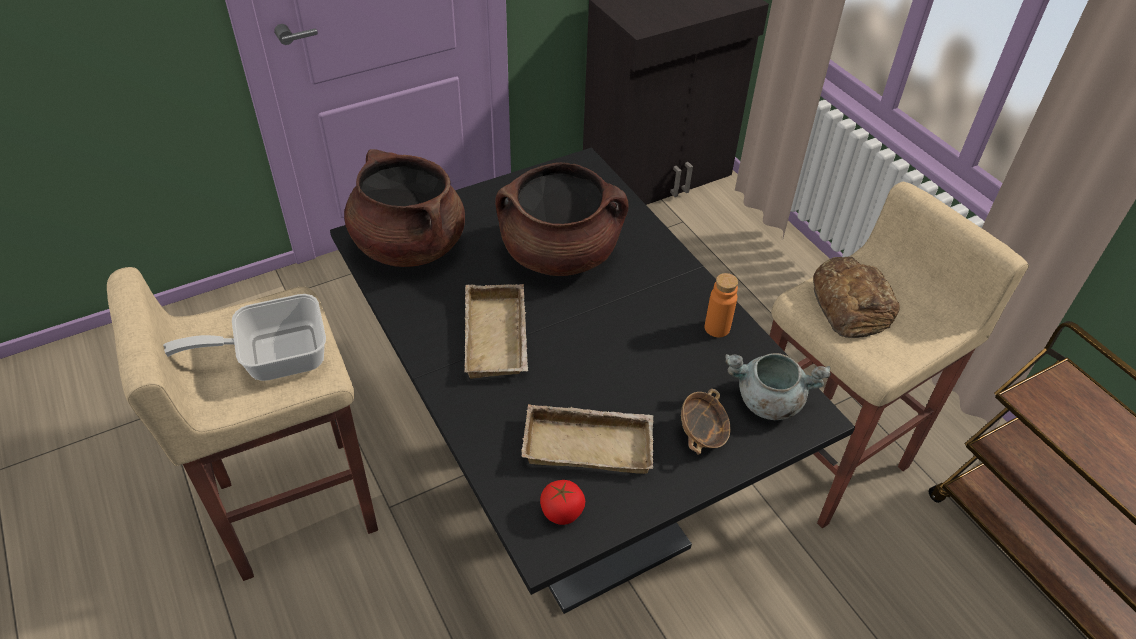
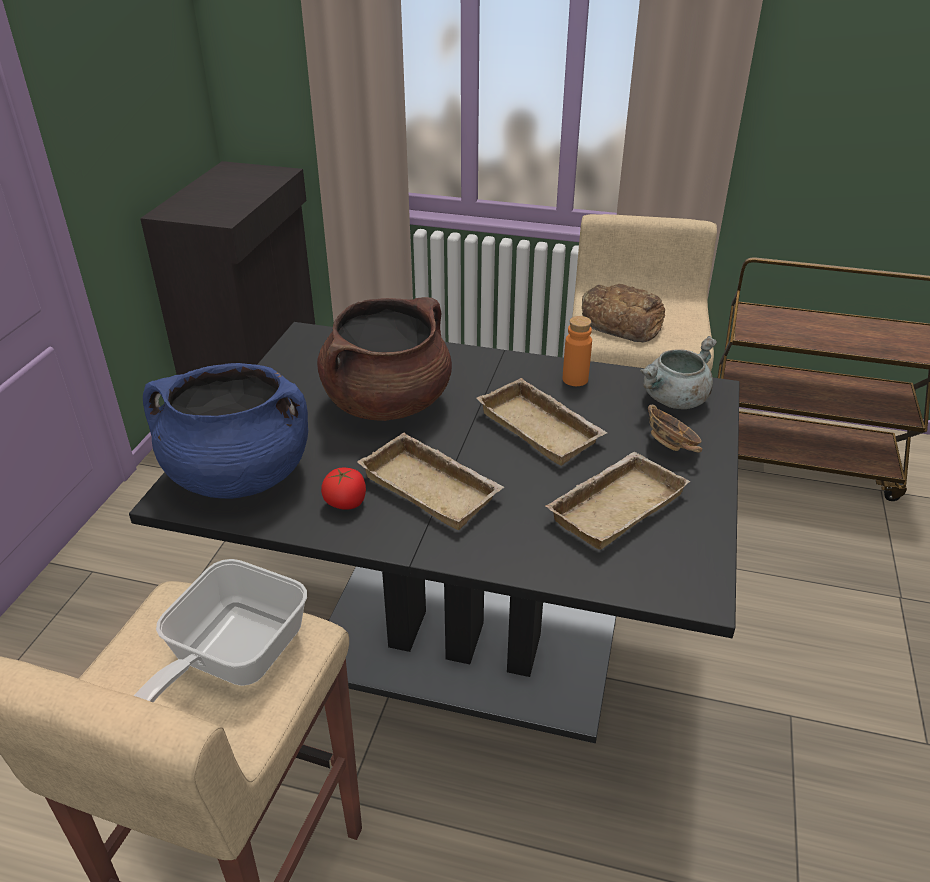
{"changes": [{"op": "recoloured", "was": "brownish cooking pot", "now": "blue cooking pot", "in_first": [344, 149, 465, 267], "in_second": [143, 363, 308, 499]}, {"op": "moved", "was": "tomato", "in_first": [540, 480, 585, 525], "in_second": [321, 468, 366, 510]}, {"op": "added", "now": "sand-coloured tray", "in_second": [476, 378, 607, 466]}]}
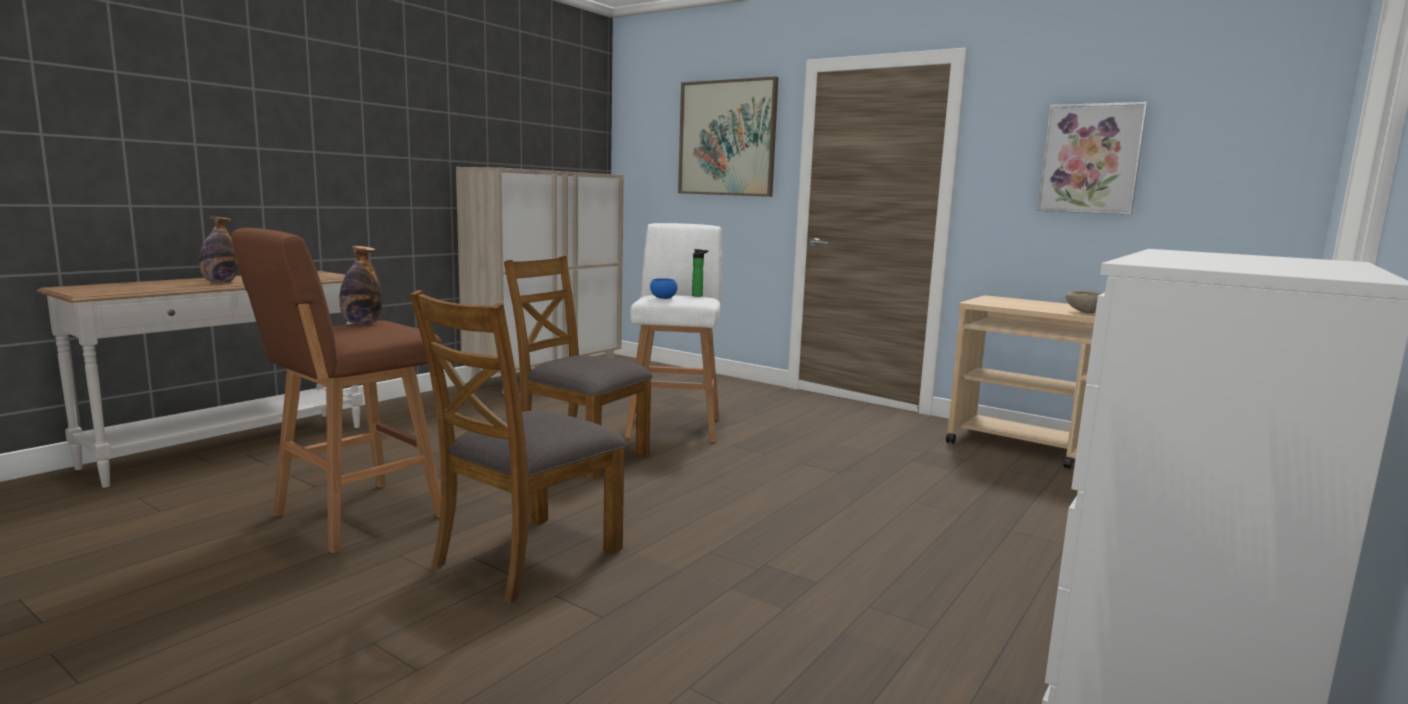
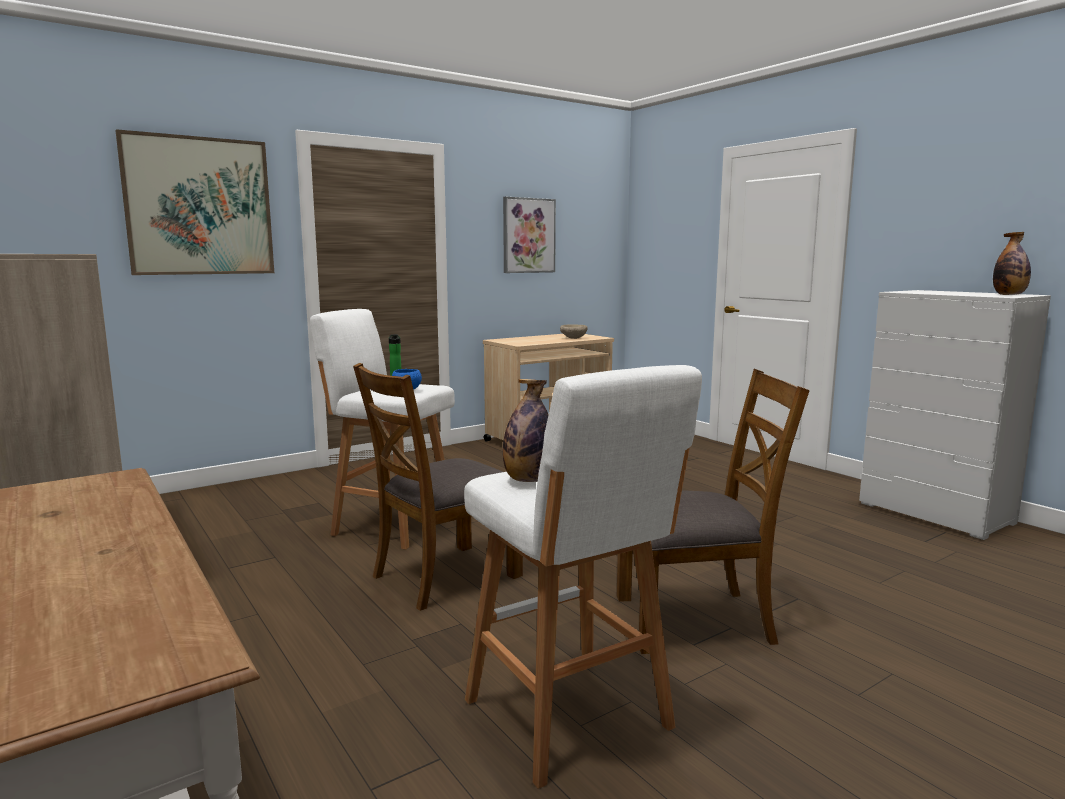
{"changes": [{"op": "moved", "was": "bottle", "in_first": [199, 216, 238, 283], "in_second": [993, 232, 1031, 295]}, {"op": "recoloured", "was": "brownish stool seat", "now": "whitish stool seat", "in_first": [232, 228, 442, 553], "in_second": [464, 365, 702, 789]}, {"op": "turned", "was": "brownish chair", "in_first": [410, 290, 626, 603], "in_second": [617, 369, 810, 654], "clockwise": -60}]}
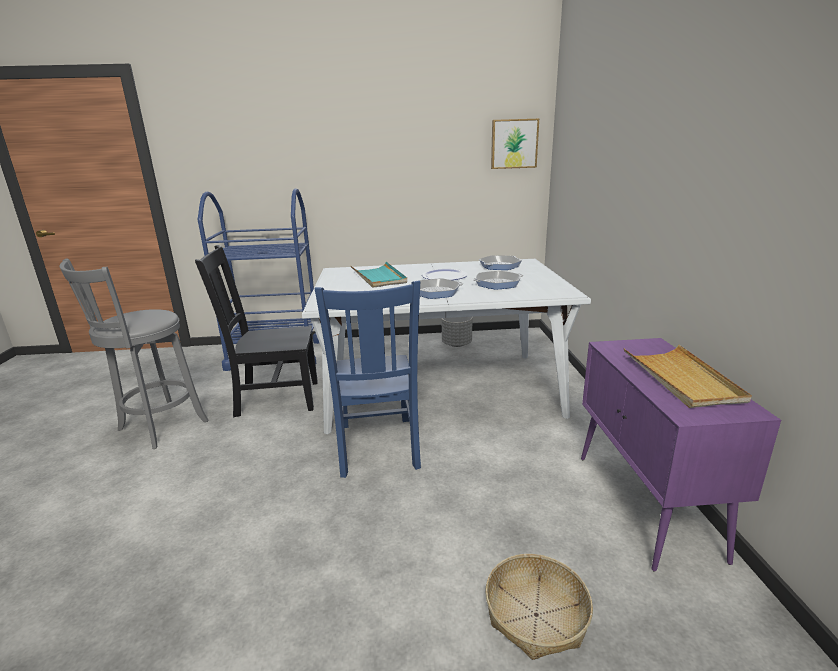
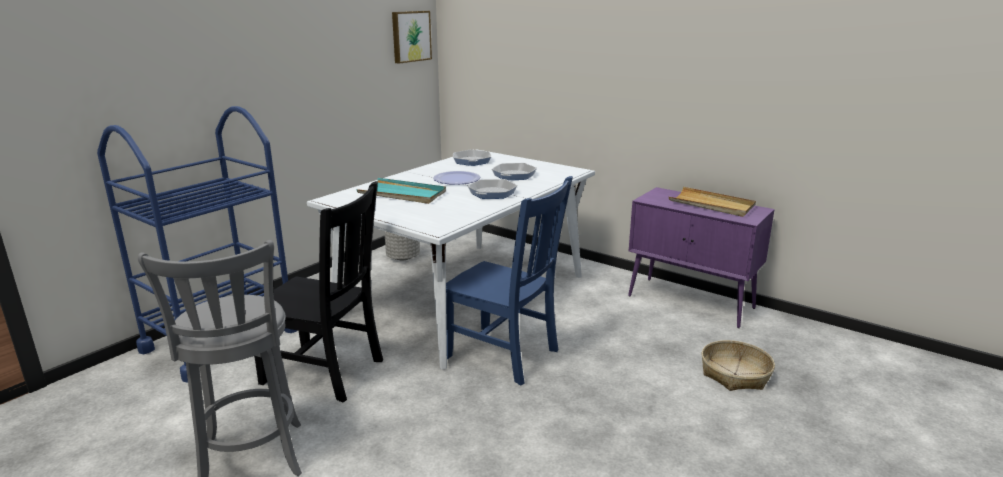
{"changes": [{"op": "turned", "was": "black chair", "in_first": [195, 245, 318, 417], "in_second": [254, 181, 383, 403], "clockwise": -105}]}
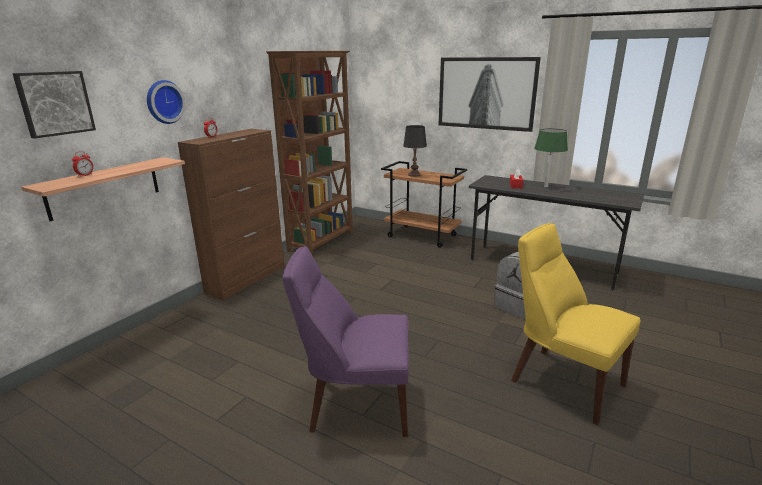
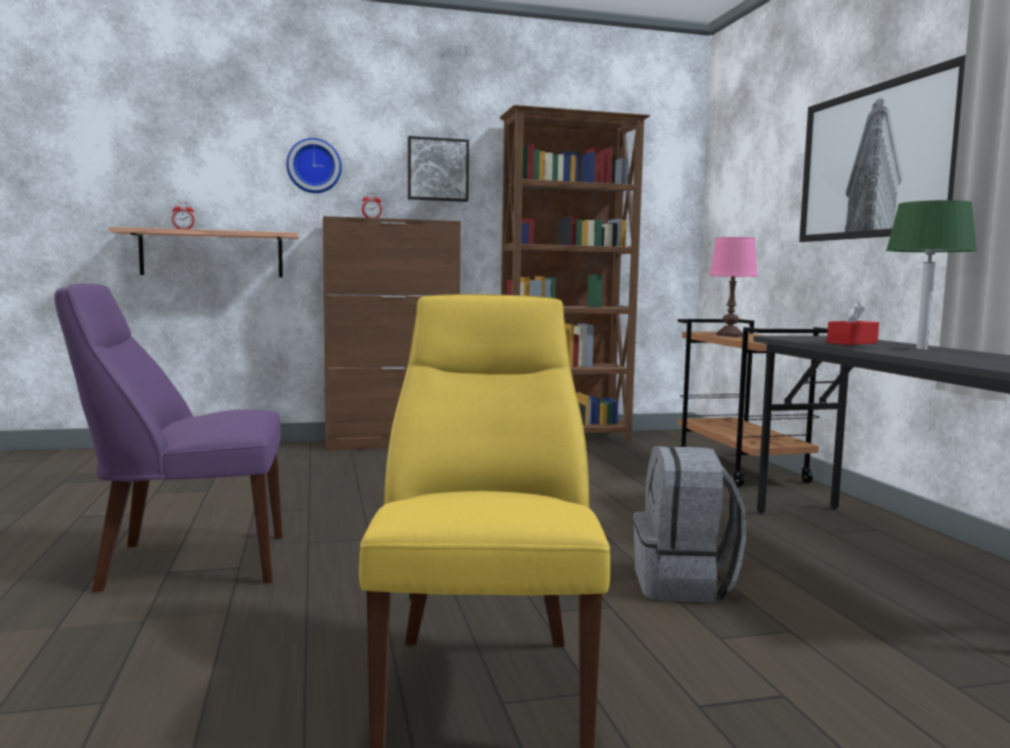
{"changes": [{"op": "moved", "was": "picture", "in_first": [12, 71, 96, 138], "in_second": [408, 136, 469, 202]}, {"op": "recoloured", "was": "black tabletop lamp", "now": "pink tabletop lamp", "in_first": [403, 125, 427, 177], "in_second": [709, 237, 758, 337]}, {"op": "turned", "was": "purple chair", "in_first": [282, 246, 409, 437], "in_second": [54, 284, 283, 592], "clockwise": -60}]}
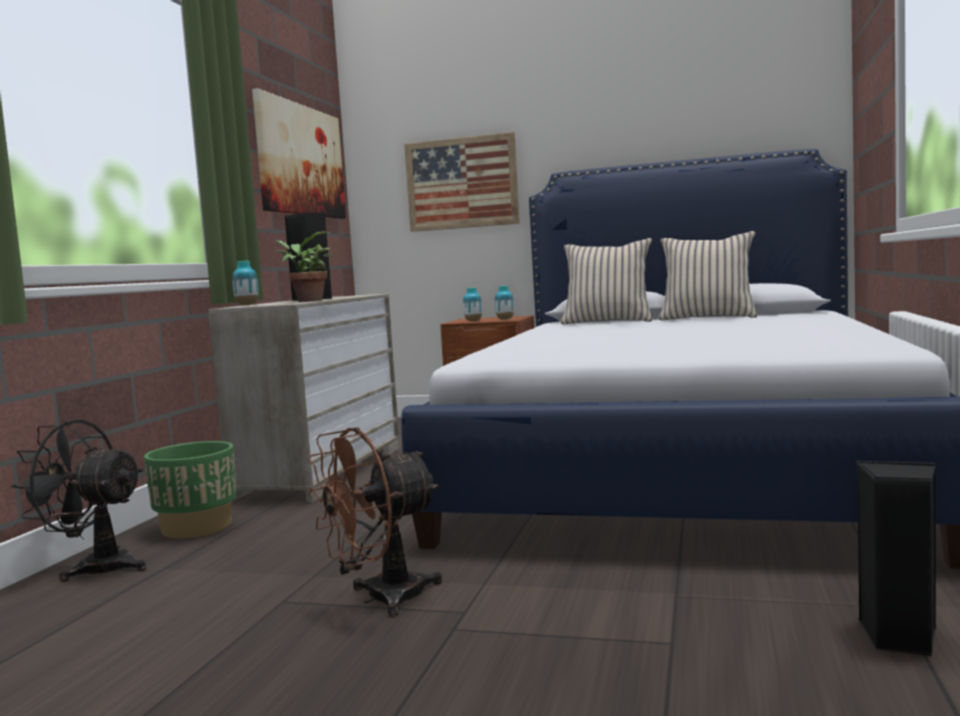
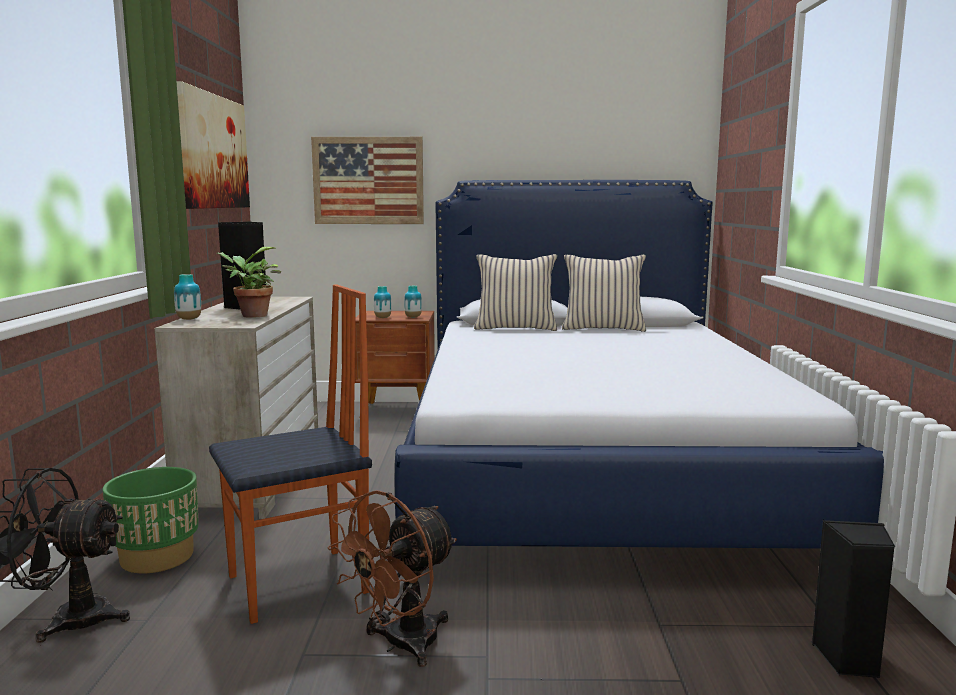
{"changes": [{"op": "added", "now": "chair", "in_second": [209, 284, 372, 624]}]}
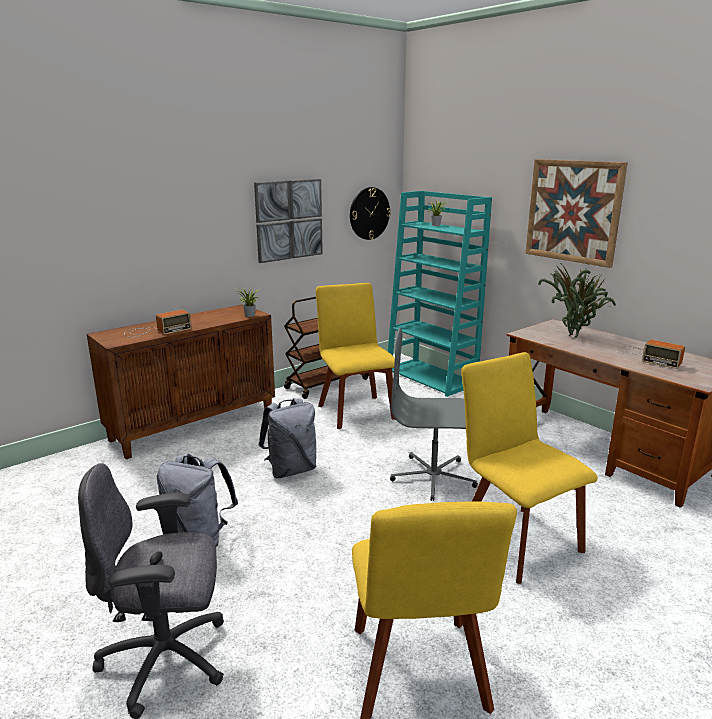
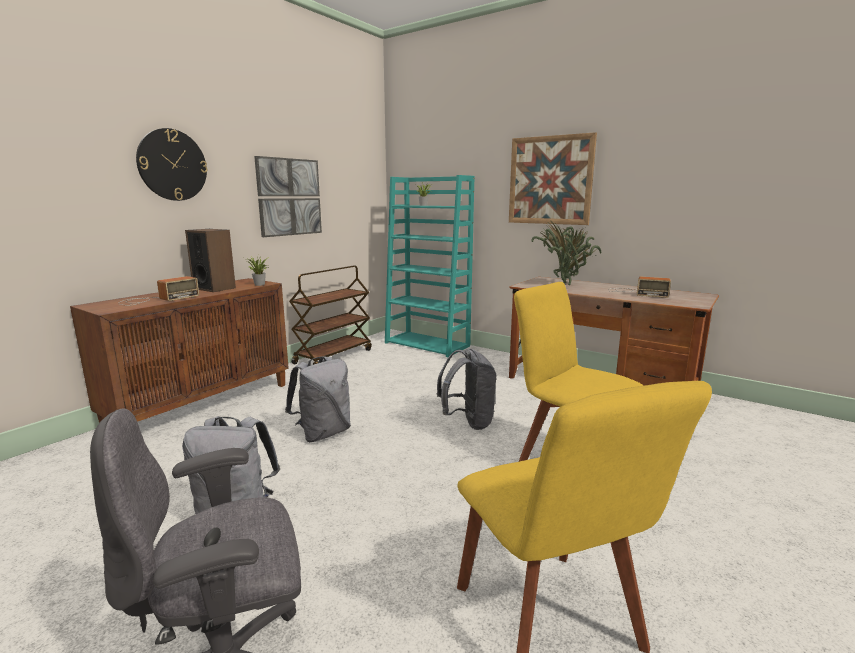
{"changes": [{"op": "moved", "was": "hanging clock", "in_first": [350, 187, 391, 240], "in_second": [136, 128, 208, 201]}, {"op": "removed", "was": "yellow-coloured chair", "in_first": [316, 283, 396, 429]}, {"op": "replaced", "was": "greyish computer chair", "now": "greyish knapsack", "in_first": [390, 328, 478, 501], "in_second": [437, 348, 497, 430]}, {"op": "added", "now": "audio speaker", "in_second": [185, 229, 236, 292]}]}
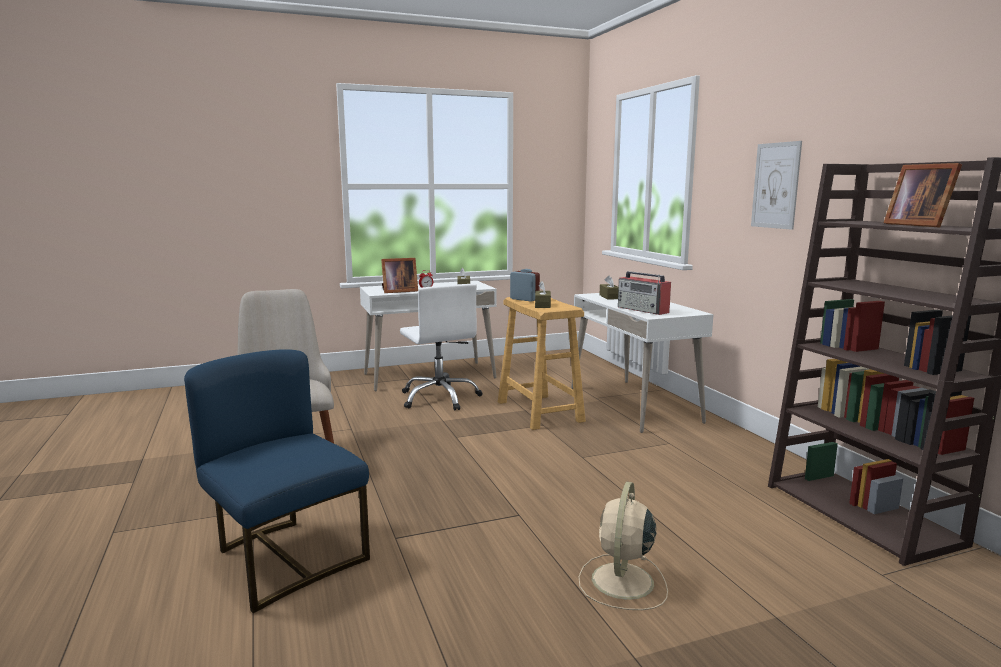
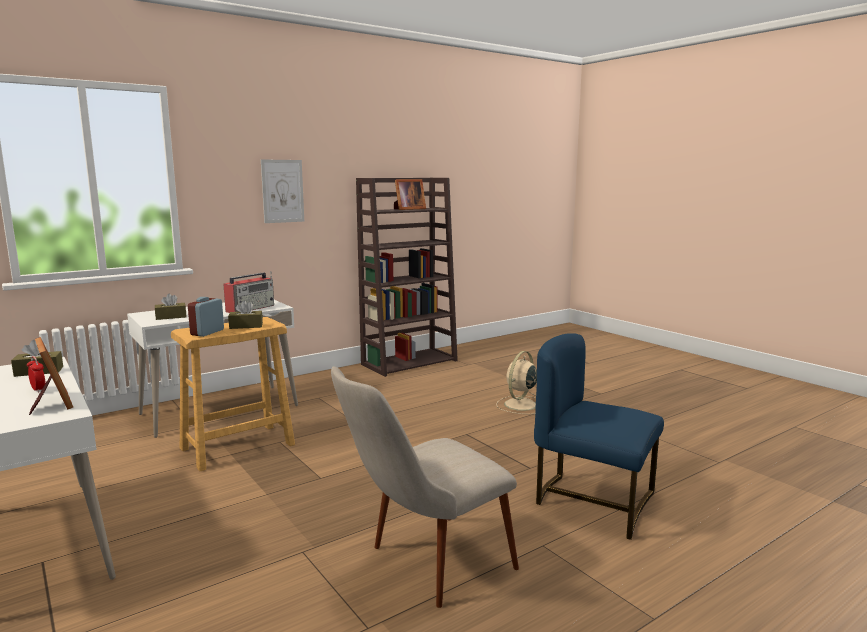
{"changes": [{"op": "removed", "was": "whitish computer chair", "in_first": [400, 284, 483, 411]}, {"op": "turned", "was": "blue chair", "in_first": [184, 349, 370, 613], "in_second": [534, 333, 664, 540], "clockwise": 90}, {"op": "turned", "was": "sand-coloured electric fan", "in_first": [578, 482, 668, 610], "in_second": [496, 351, 537, 414], "clockwise": 120}]}
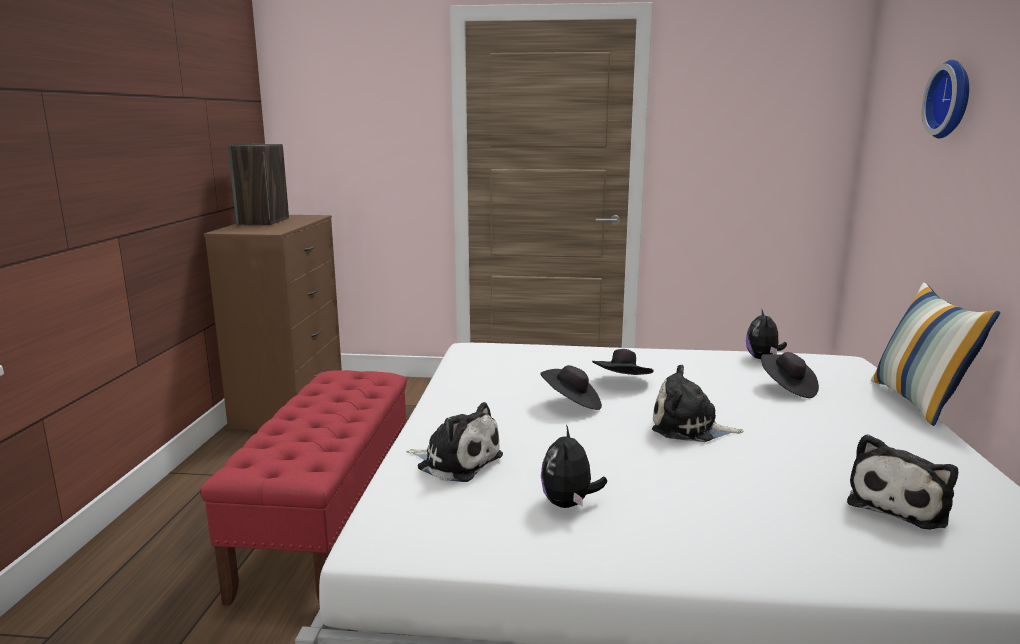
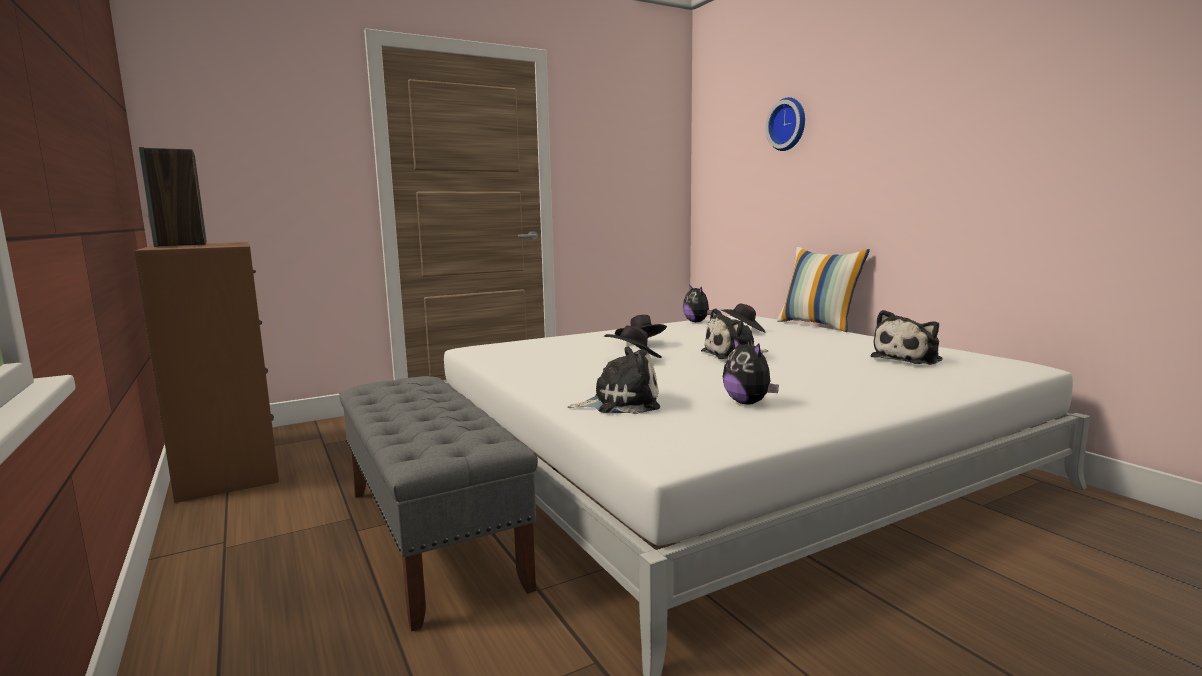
{"changes": [{"op": "recoloured", "was": "reddish bench", "now": "greyish bench", "in_first": [200, 370, 407, 606], "in_second": [339, 376, 538, 632]}, {"op": "turned", "was": "cuddly toy", "in_first": [847, 434, 958, 530], "in_second": [871, 310, 943, 365], "clockwise": 45}]}
